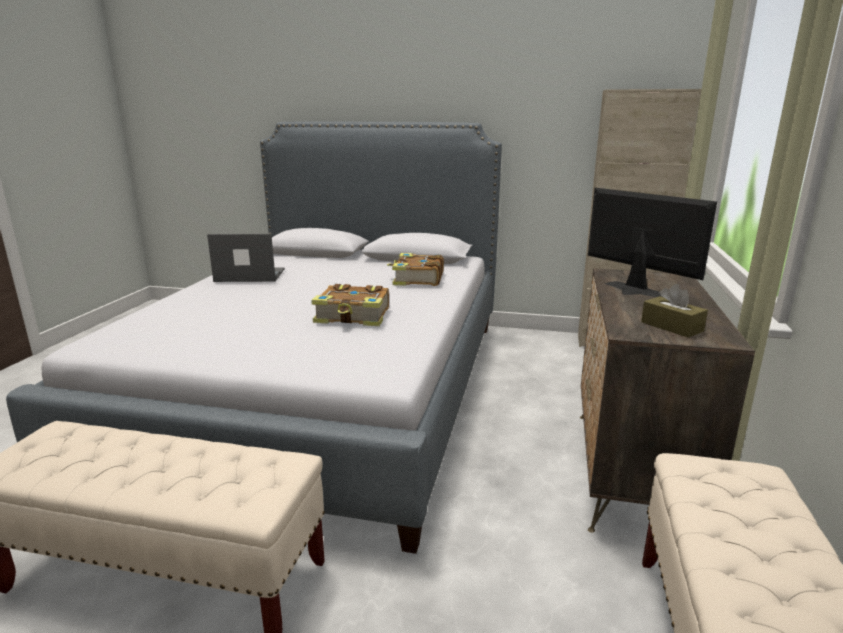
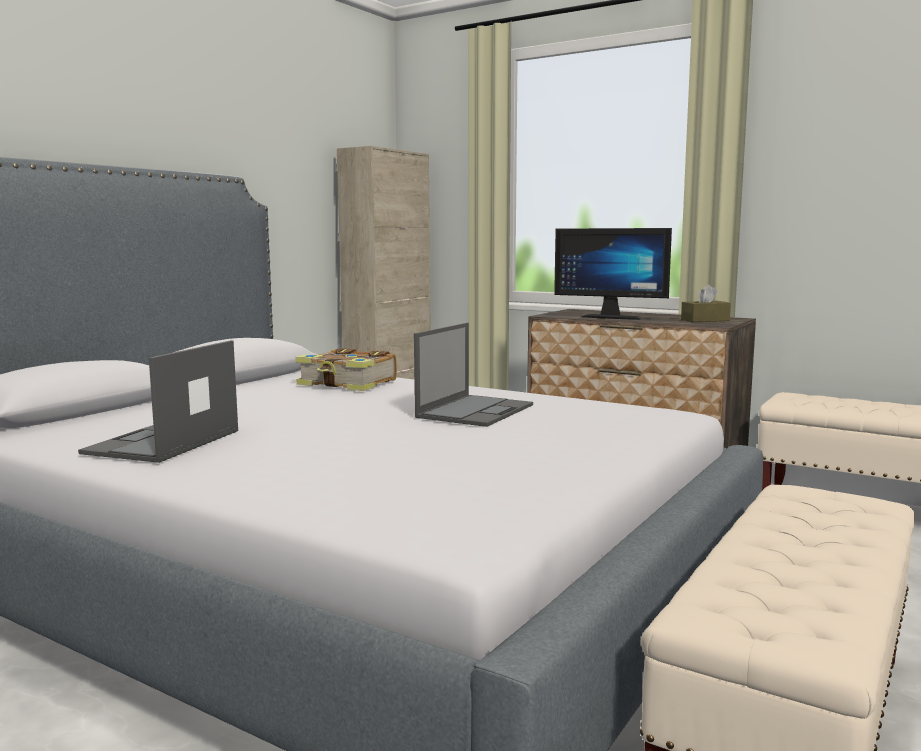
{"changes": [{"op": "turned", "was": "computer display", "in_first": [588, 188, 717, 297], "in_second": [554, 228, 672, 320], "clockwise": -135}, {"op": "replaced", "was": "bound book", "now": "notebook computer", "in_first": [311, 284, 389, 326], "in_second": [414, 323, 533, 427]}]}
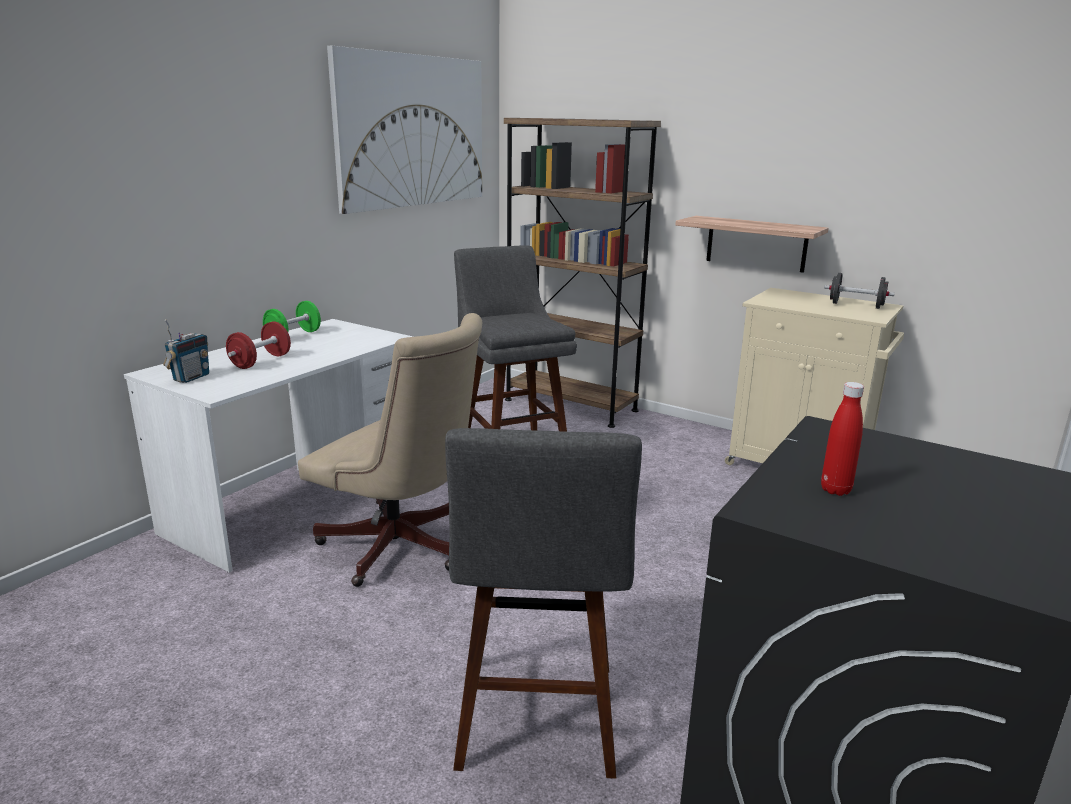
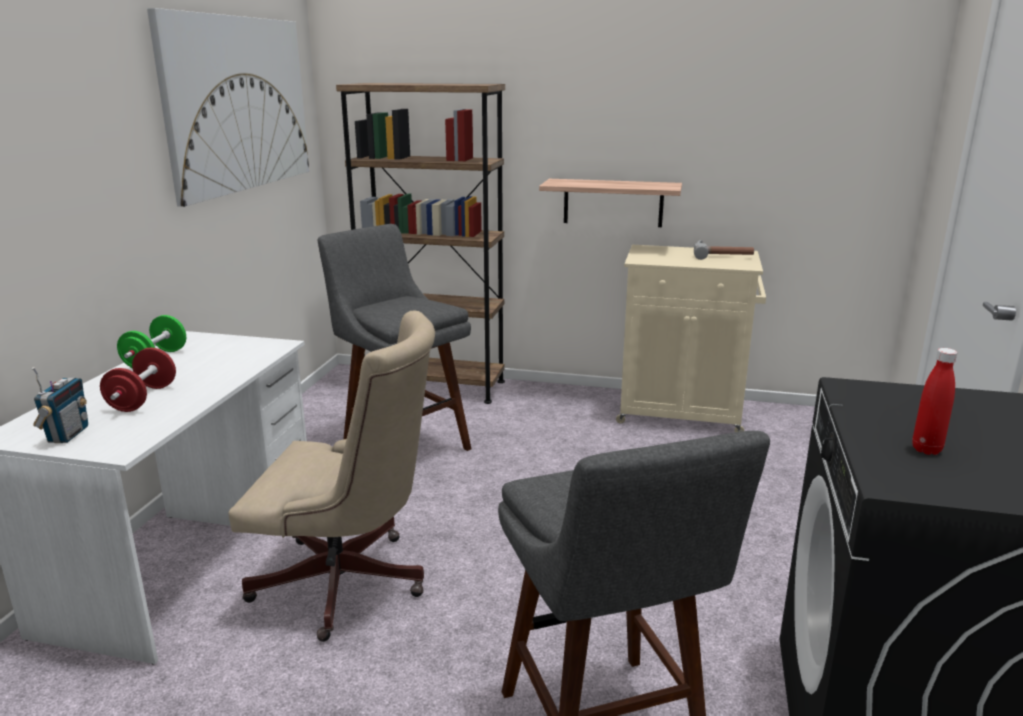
{"changes": [{"op": "replaced", "was": "black free weight", "now": "hand hammer", "in_first": [824, 273, 895, 309], "in_second": [694, 240, 754, 260]}]}
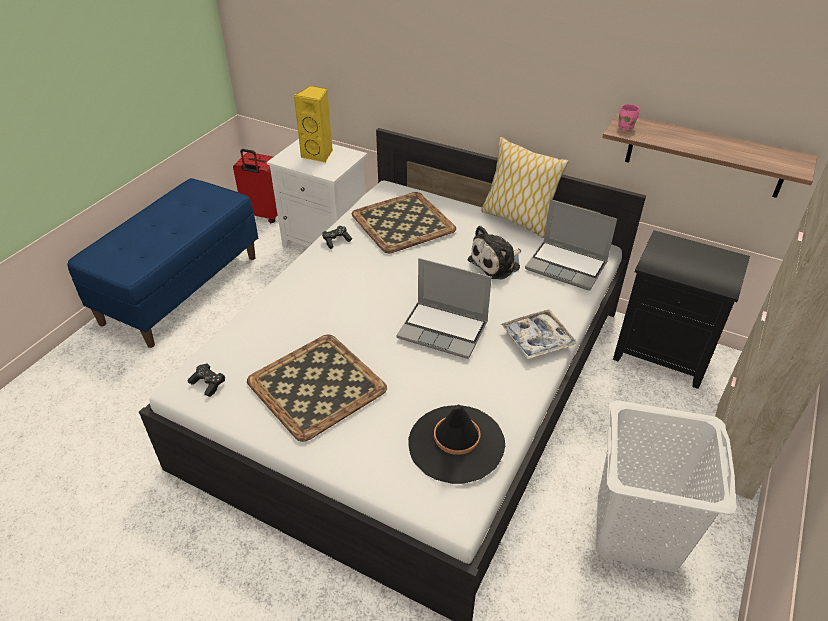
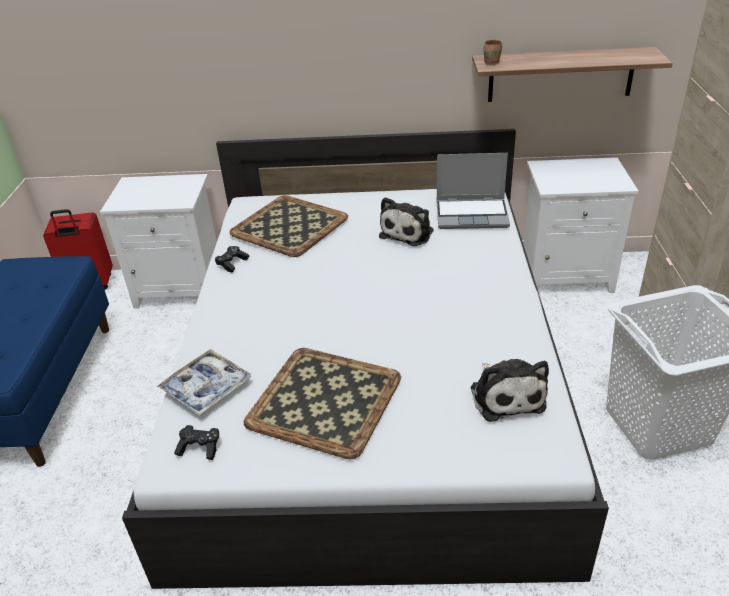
{"changes": [{"op": "removed", "was": "yellow-coloured audio speaker", "in_first": [294, 86, 333, 163]}, {"op": "recoloured", "was": "pink coffee mug", "now": "brownish coffee mug", "in_first": [618, 104, 639, 130], "in_second": [484, 40, 502, 65]}, {"op": "removed", "was": "throw pillow", "in_first": [481, 137, 569, 238]}, {"op": "recoloured", "was": "black night table", "now": "whitish night table", "in_first": [613, 230, 750, 389], "in_second": [524, 157, 639, 293]}, {"op": "removed", "was": "notebook computer", "in_first": [396, 258, 492, 359]}, {"op": "moved", "was": "tray", "in_first": [501, 309, 577, 360], "in_second": [157, 349, 252, 416]}, {"op": "replaced", "was": "black hat", "now": "cuddly toy", "in_first": [408, 405, 505, 484], "in_second": [471, 359, 549, 422]}]}
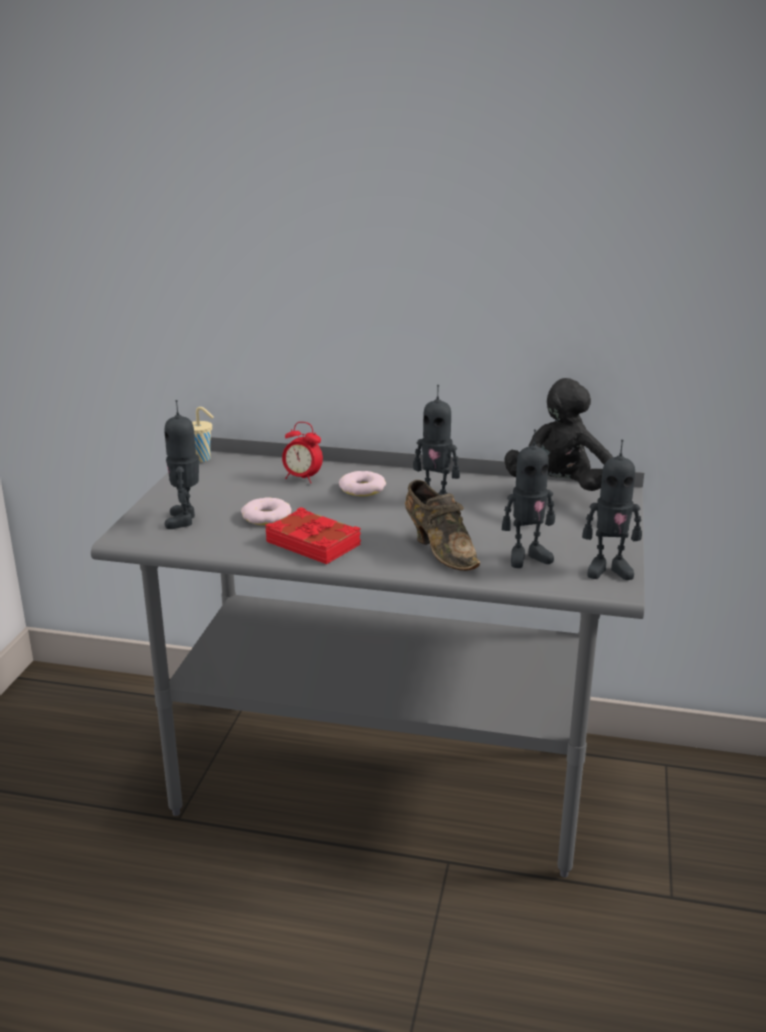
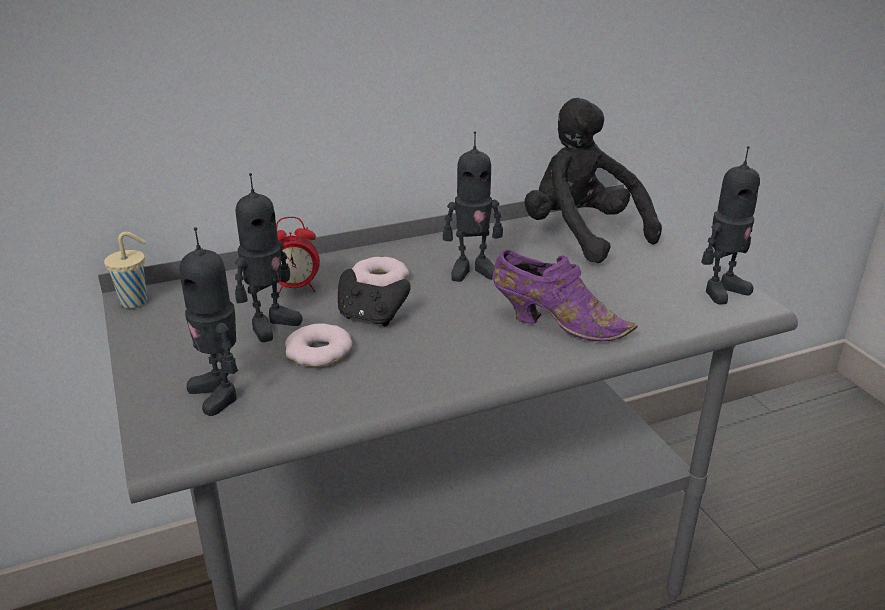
{"changes": [{"op": "moved", "was": "robot figure", "in_first": [502, 429, 555, 568], "in_second": [235, 173, 302, 342]}, {"op": "recoloured", "was": "brownish shoe", "now": "purple shoe", "in_first": [405, 480, 480, 571], "in_second": [492, 250, 638, 341]}, {"op": "removed", "was": "reddish bound book", "in_first": [265, 507, 361, 564]}, {"op": "added", "now": "black game controller", "in_second": [338, 269, 411, 326]}]}
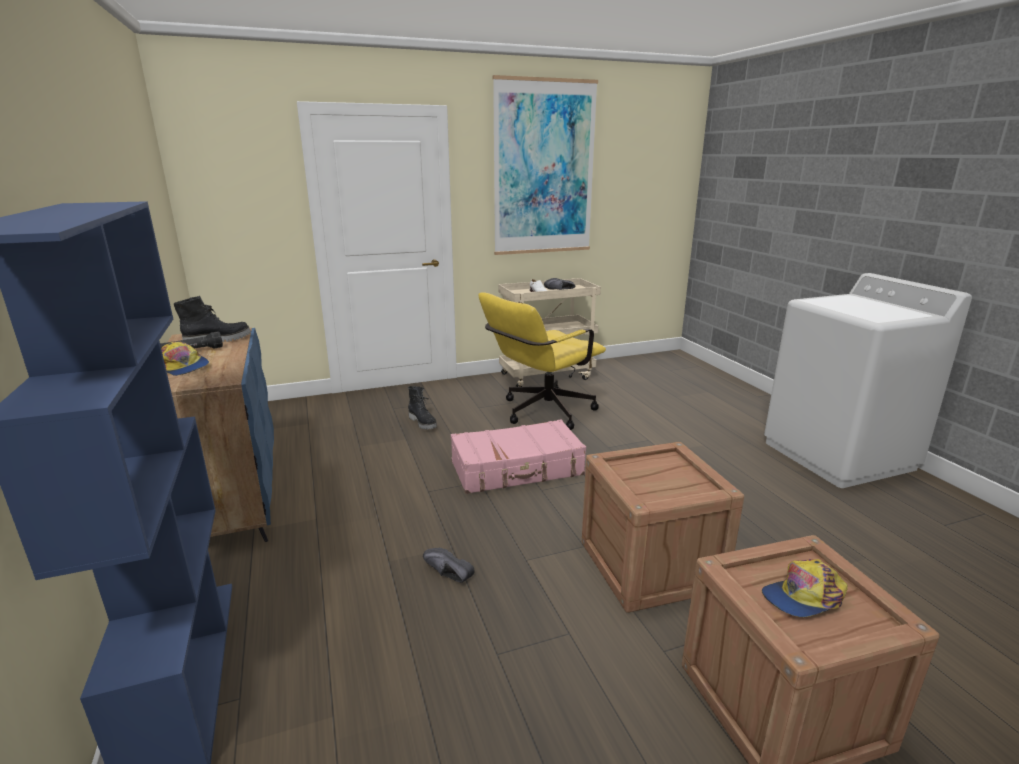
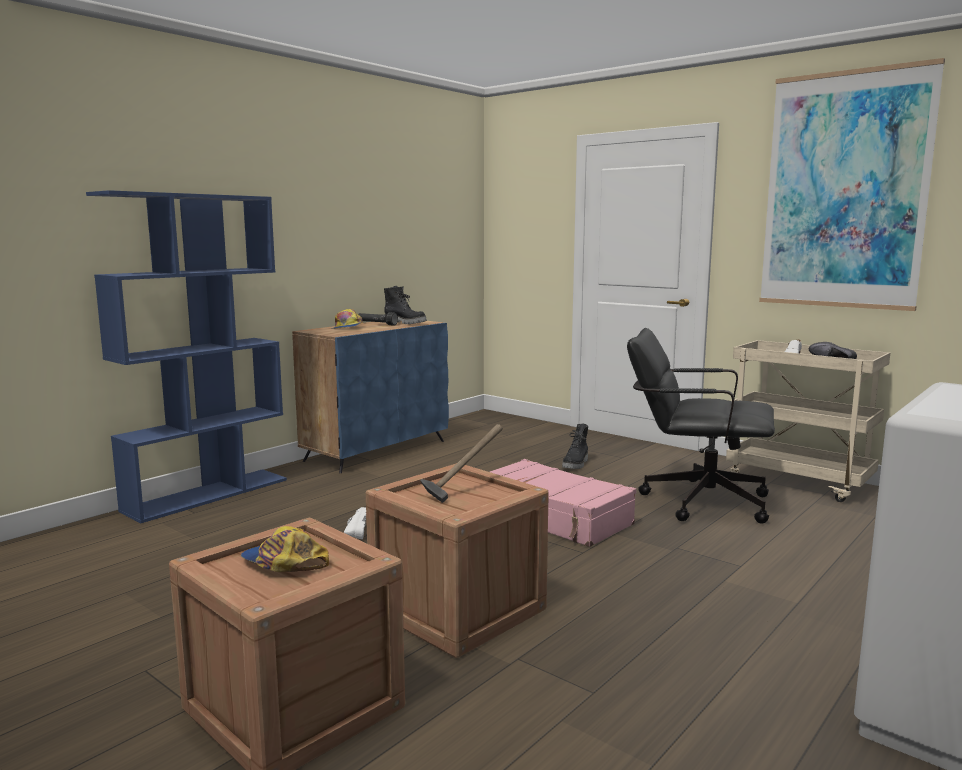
{"changes": [{"op": "recoloured", "was": "yellow-coloured computer chair", "now": "black computer chair", "in_first": [479, 292, 606, 430], "in_second": [627, 328, 775, 524]}, {"op": "recoloured", "was": "black shoe", "now": "whitish shoe", "in_first": [423, 548, 475, 583], "in_second": [344, 507, 366, 539]}, {"op": "added", "now": "hand hammer", "in_second": [420, 424, 503, 503]}]}
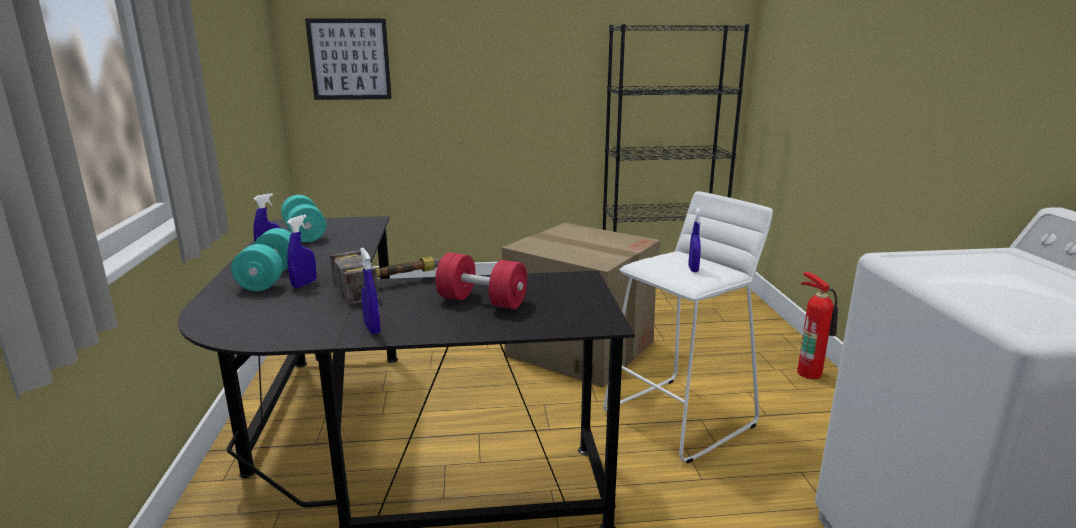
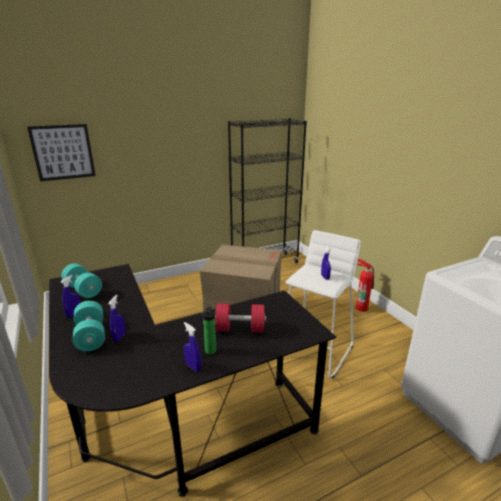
{"changes": [{"op": "removed", "was": "hand hammer", "in_first": [330, 250, 440, 305]}, {"op": "added", "now": "bottle", "in_second": [203, 306, 216, 354]}]}
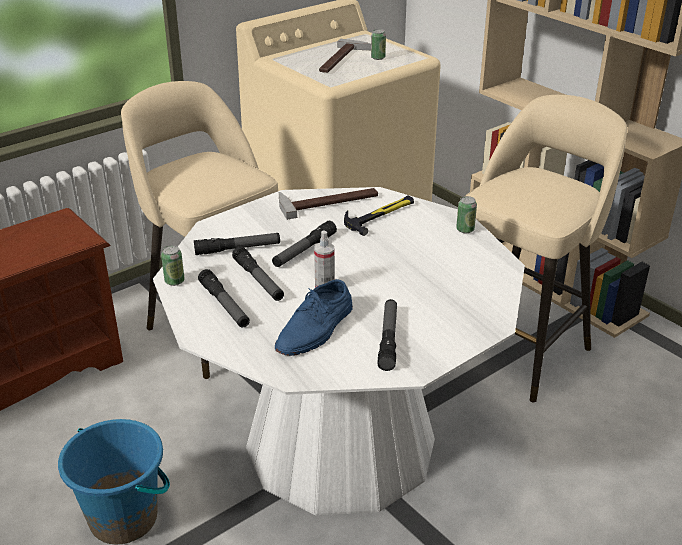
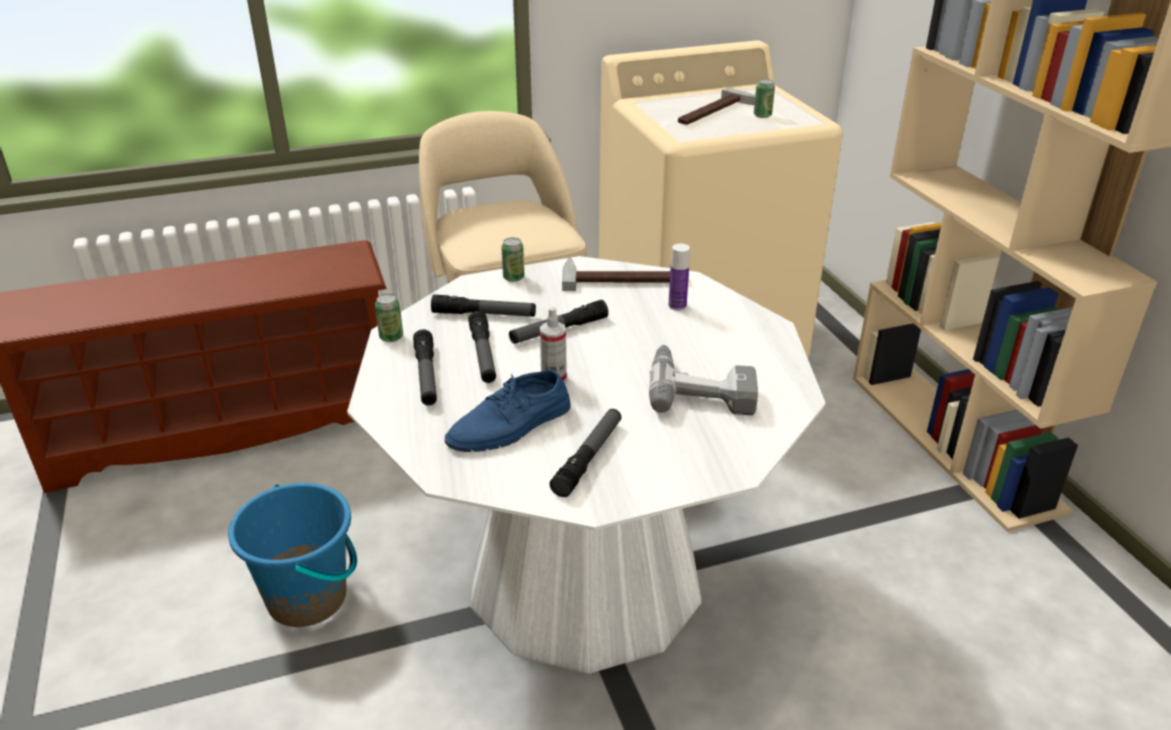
{"changes": [{"op": "removed", "was": "sand-coloured stool seat", "in_first": [466, 95, 627, 403]}, {"op": "replaced", "was": "hand hammer", "now": "bottle", "in_first": [344, 195, 414, 236], "in_second": [669, 244, 690, 311]}, {"op": "moved", "was": "metal can", "in_first": [456, 196, 477, 233], "in_second": [501, 237, 524, 282]}, {"op": "added", "now": "drill", "in_second": [649, 345, 758, 415]}]}
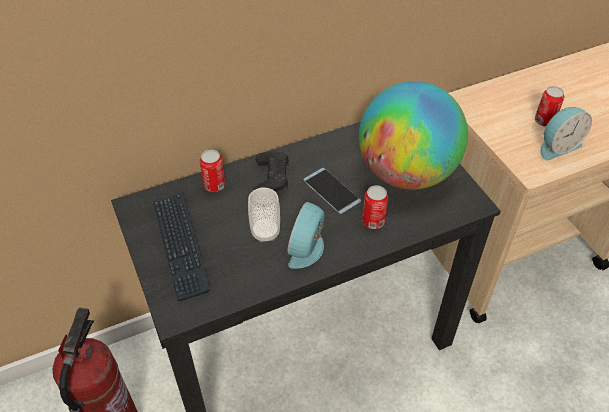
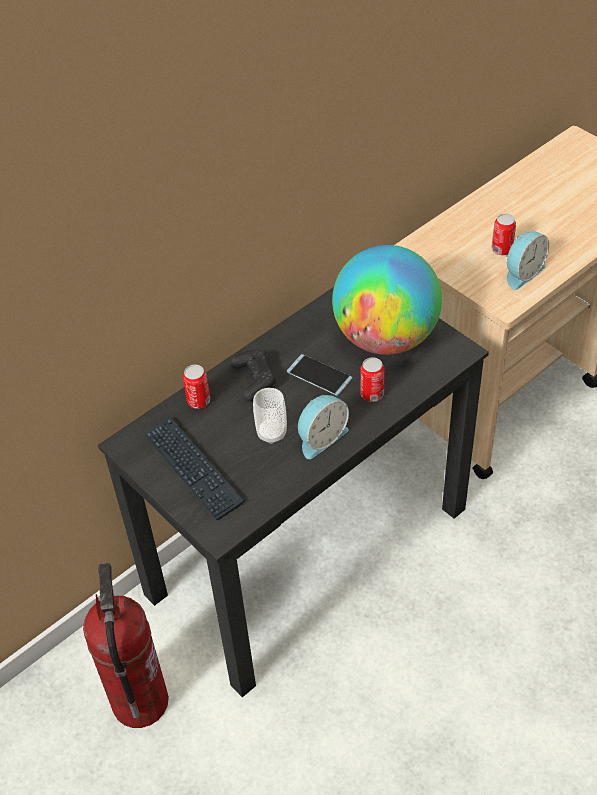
{"changes": [{"op": "turned", "was": "alarm clock", "in_first": [287, 202, 327, 269], "in_second": [298, 395, 349, 459], "clockwise": -135}]}
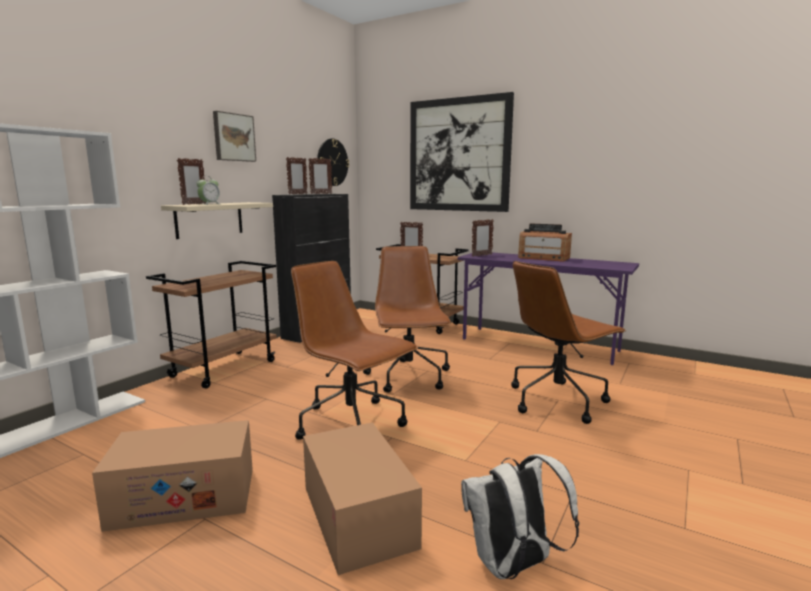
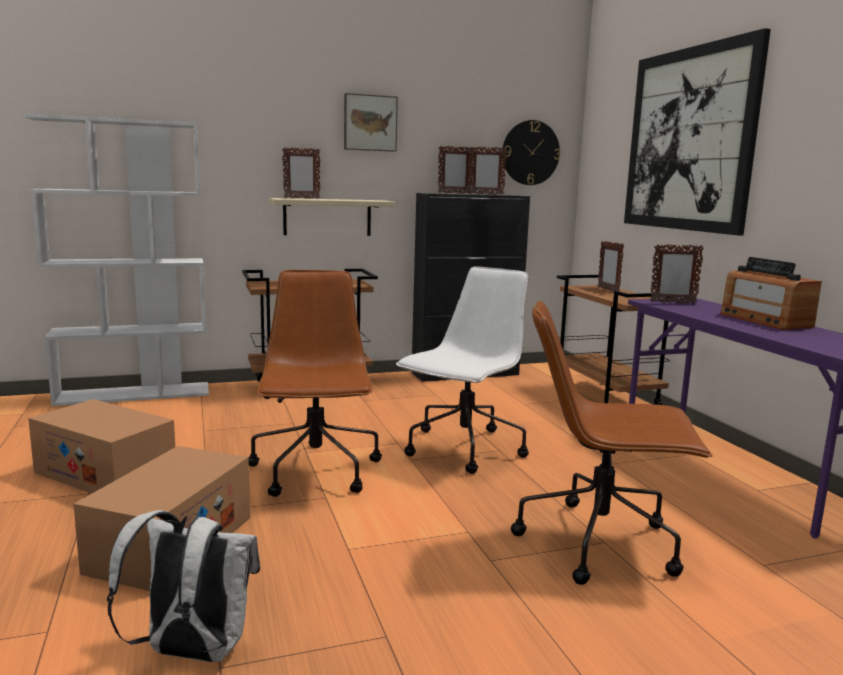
{"changes": [{"op": "removed", "was": "alarm clock", "in_first": [196, 176, 220, 205]}, {"op": "recoloured", "was": "brownish computer chair", "now": "whitish computer chair", "in_first": [363, 246, 451, 393], "in_second": [396, 266, 529, 474]}]}
